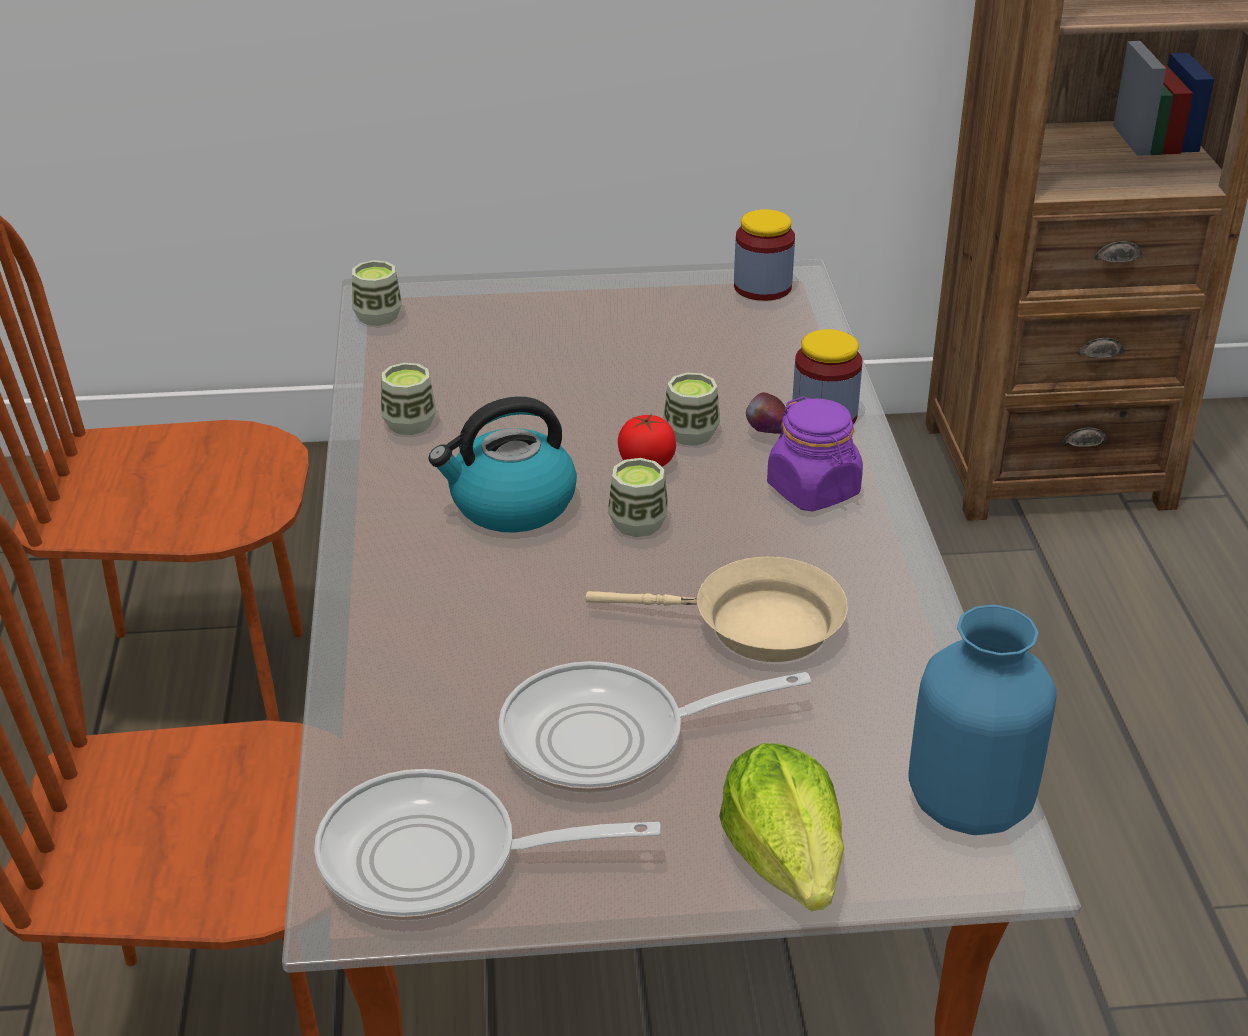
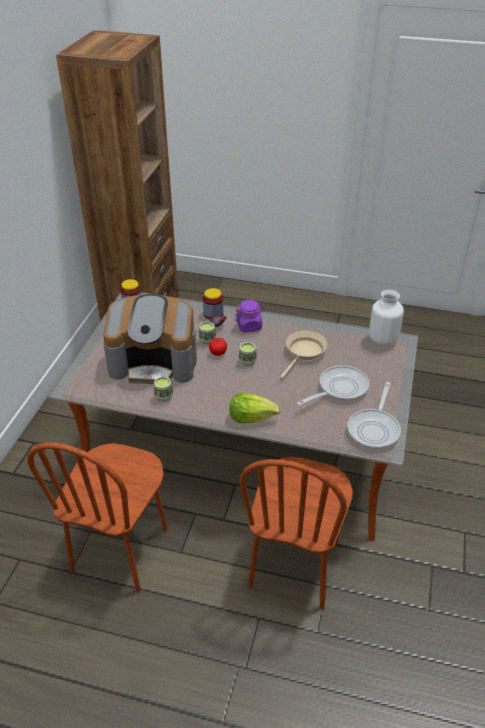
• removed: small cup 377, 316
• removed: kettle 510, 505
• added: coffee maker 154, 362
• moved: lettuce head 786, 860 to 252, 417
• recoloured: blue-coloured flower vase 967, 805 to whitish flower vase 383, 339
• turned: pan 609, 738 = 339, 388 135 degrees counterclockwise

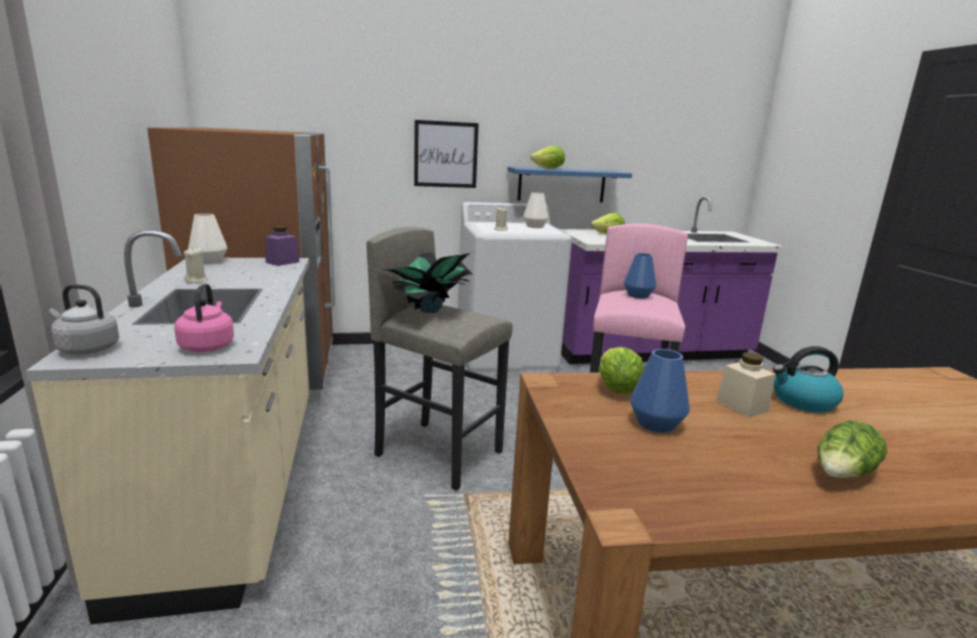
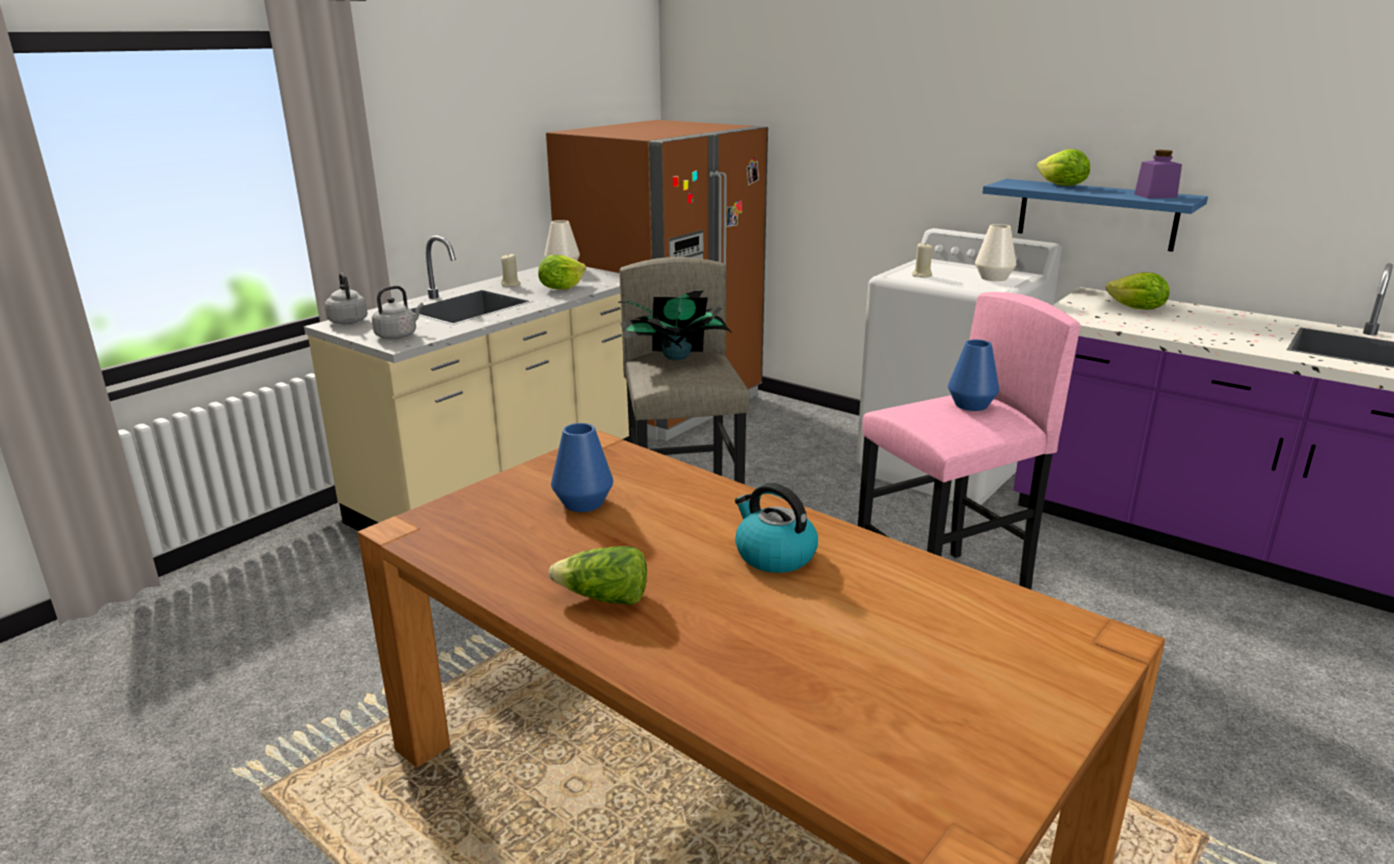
• removed: wall picture 445, 154
• removed: beige storage jar 742, 406
• moved: purple storage jar 282, 262 to 1155, 196
• moved: lettuce head 616, 389 to 561, 288
• recoloured: pink-coloured kettle 208, 346 to greyish kettle 398, 335

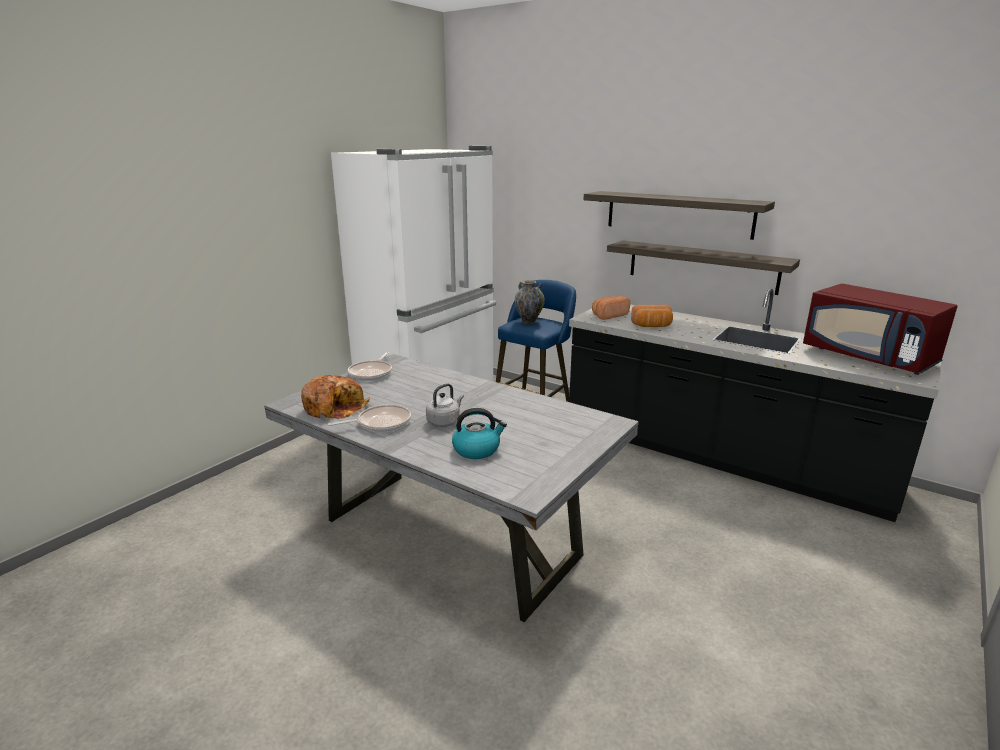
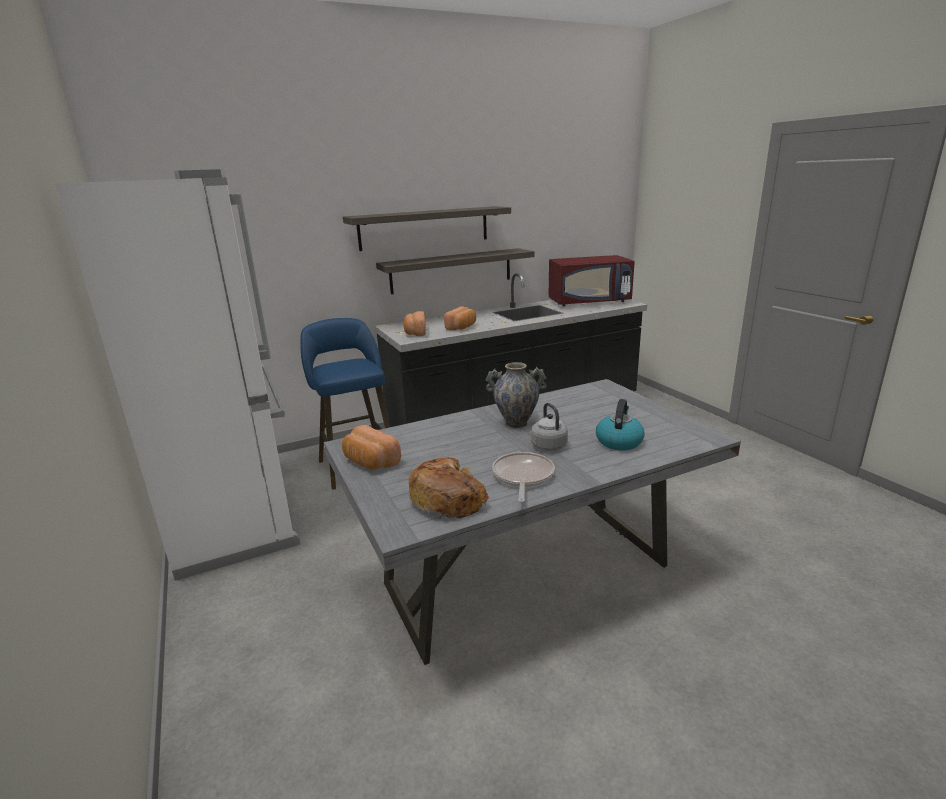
• moved: flower vase 529, 321 to 516, 423
• replaced: pan 372, 373 to bread 370, 462

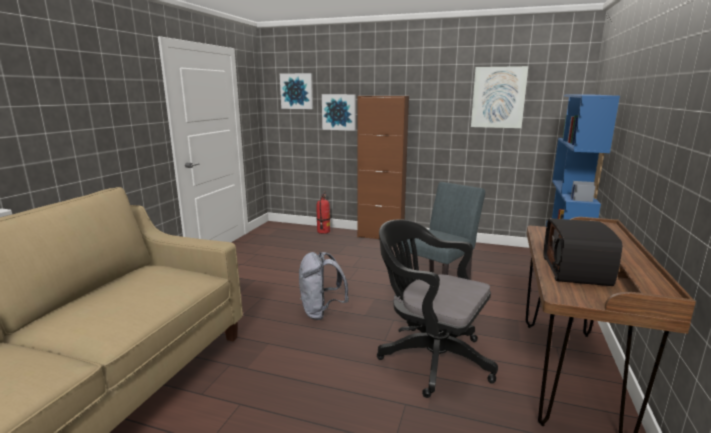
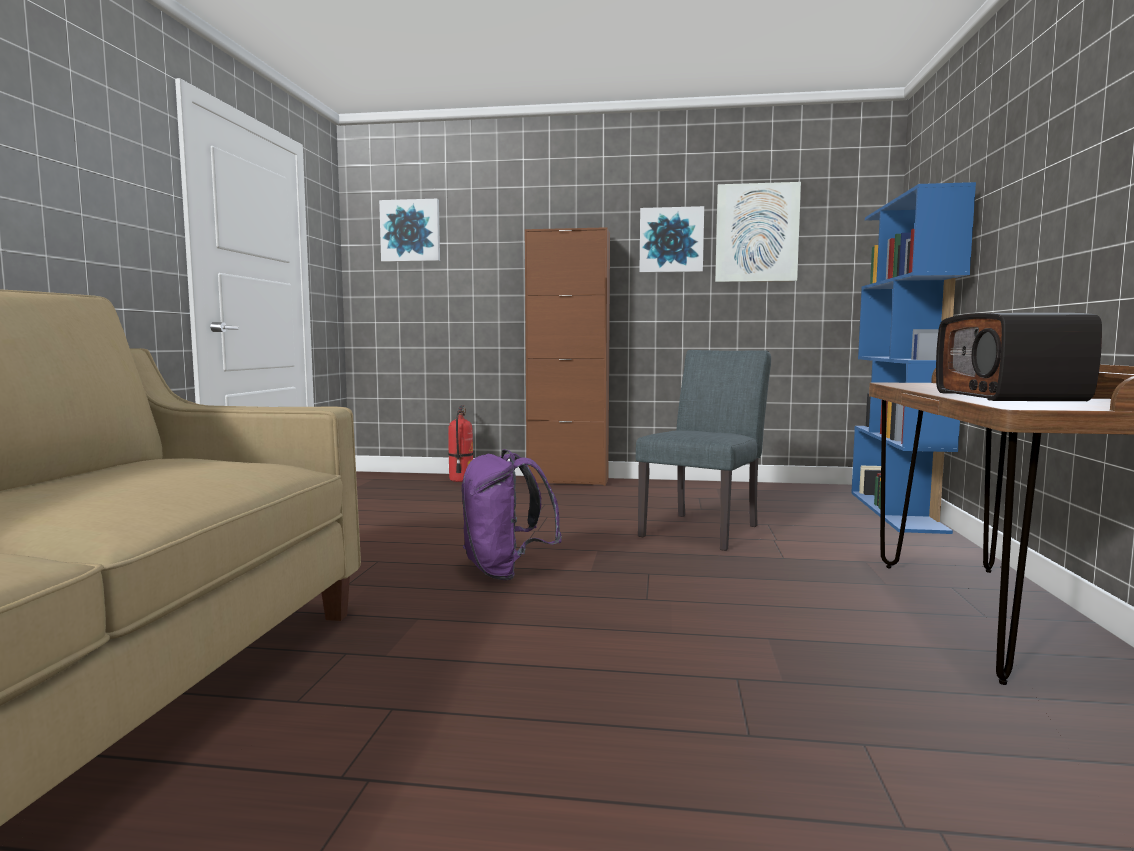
• removed: black-coloured desk chair 430, 357
• moved: wall picture 339, 112 to 671, 240
• recoloured: greyish knapsack 321, 312 to purple knapsack 505, 572

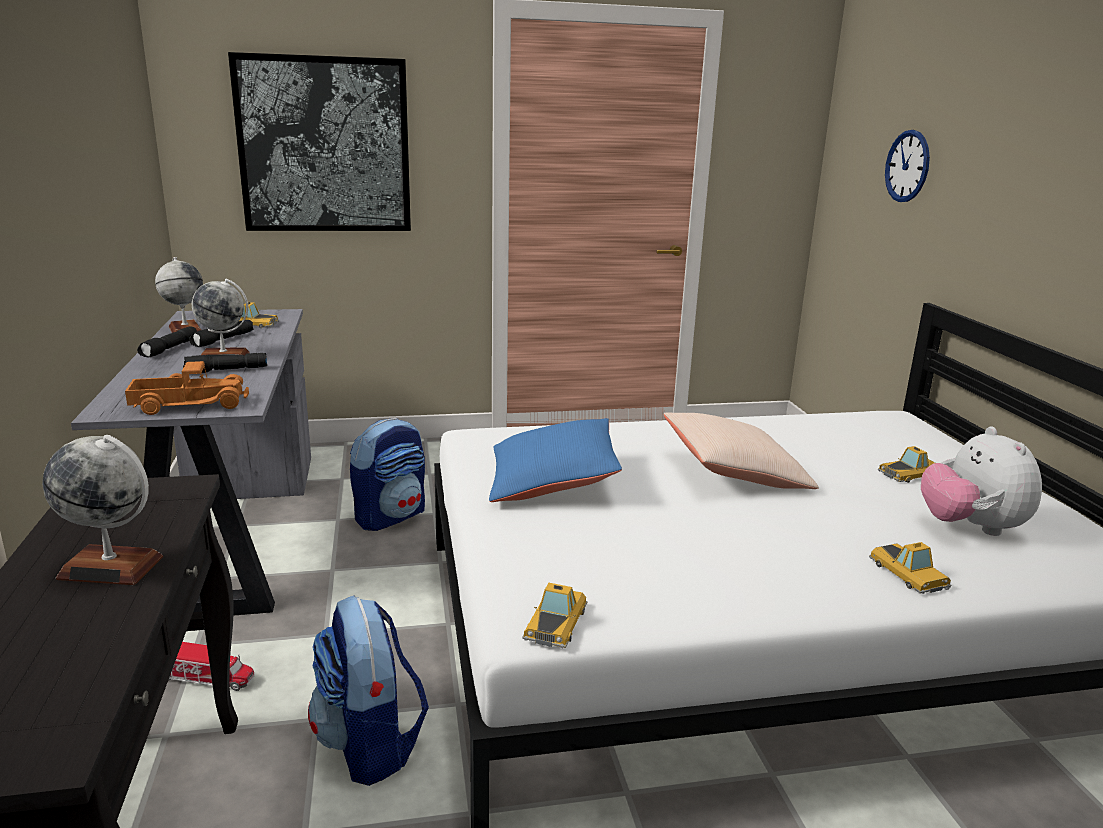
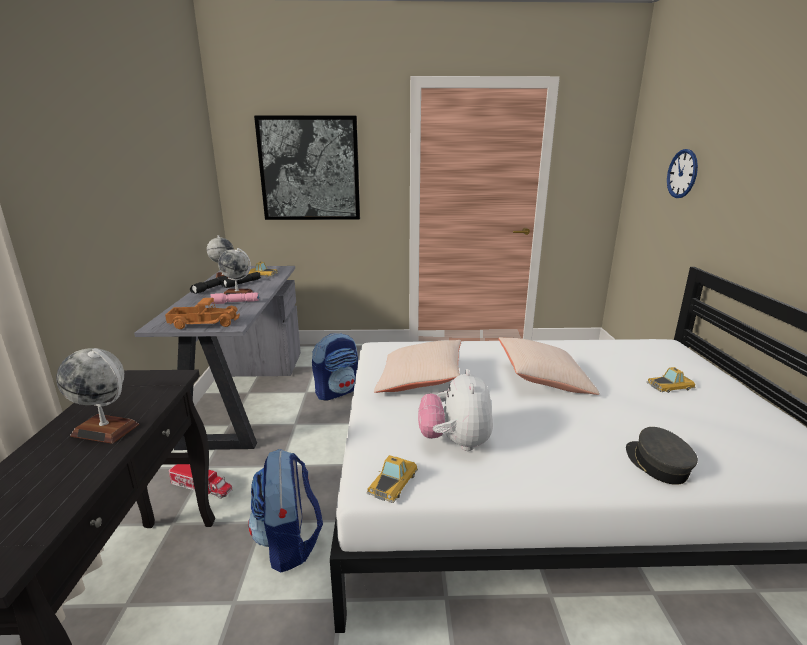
• moved: plush toy 971, 527 to 455, 442
• replaced: toy car 908, 574 to greyish baseball cap 656, 464
• recoloured: black-coloured hand torch 225, 371 to pink-coloured hand torch 234, 302
• recoloured: blue-coloured pillow 552, 481 to beige pillow 419, 380

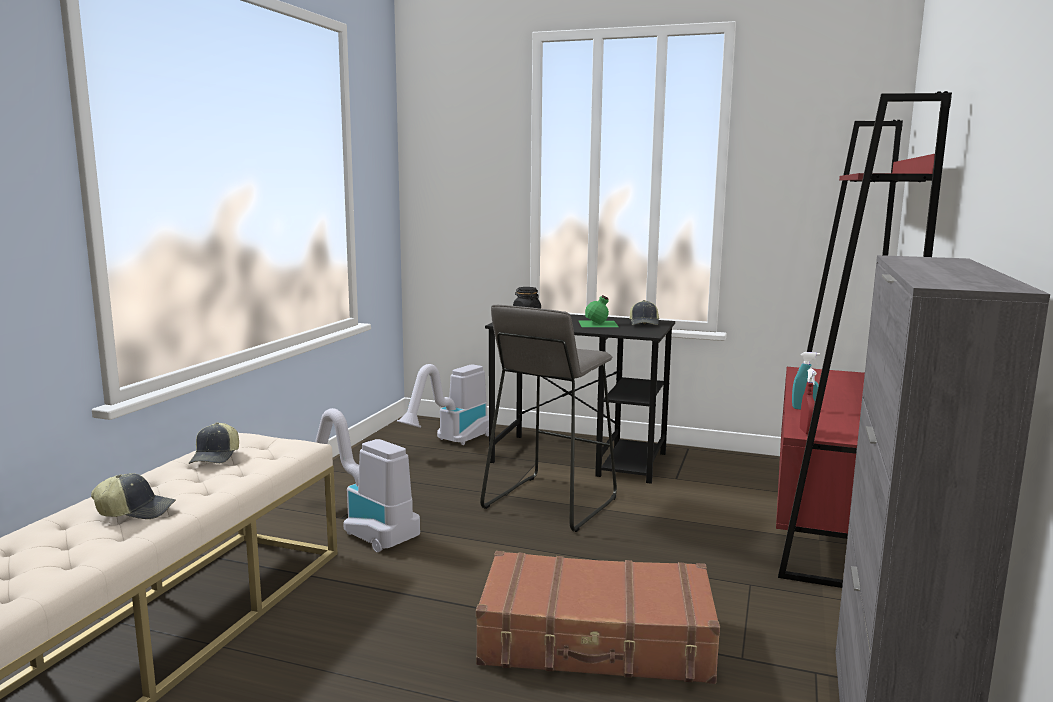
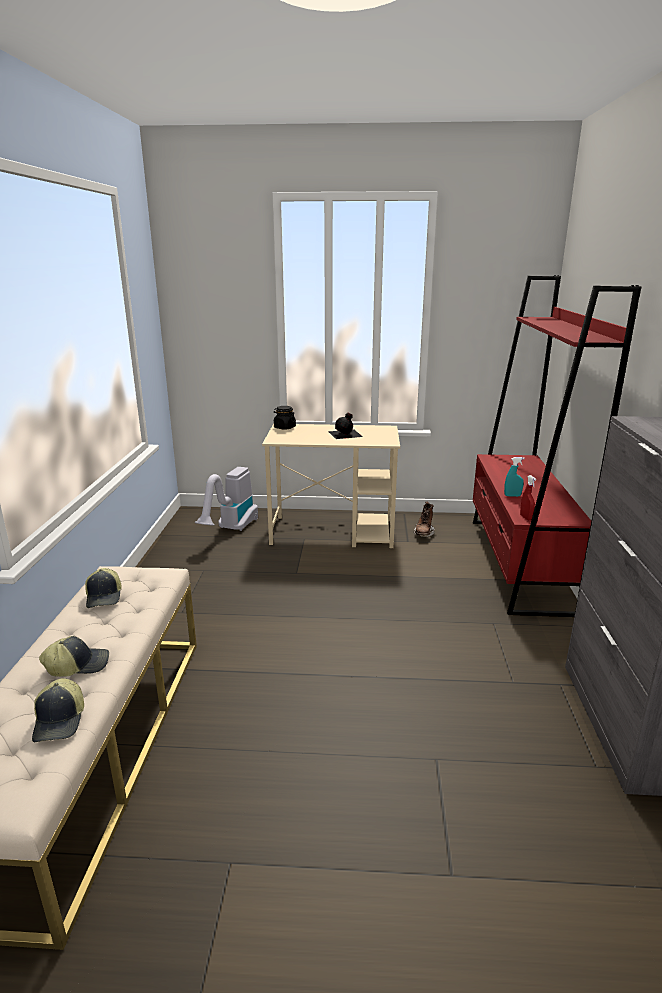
• removed: hoover 363, 528
• removed: brown-coloured piece of luggage 596, 640
• removed: greyish stool seat 549, 503
• added: brown-coloured tall boot 423, 533
• moved: baseball cap 644, 323 to 61, 720
• recoloured: black-coloured desk table 580, 458 to beige desk table 334, 532
• recoloured: greenish bottle 598, 324 to black-coloured bottle 345, 434

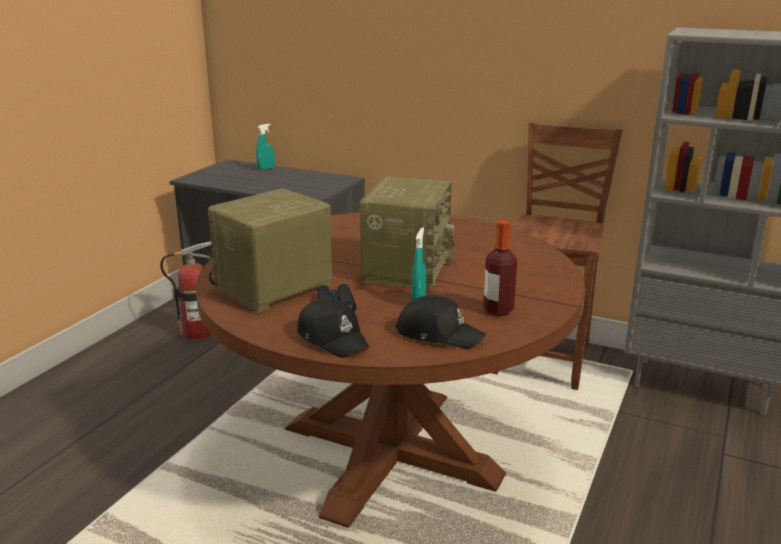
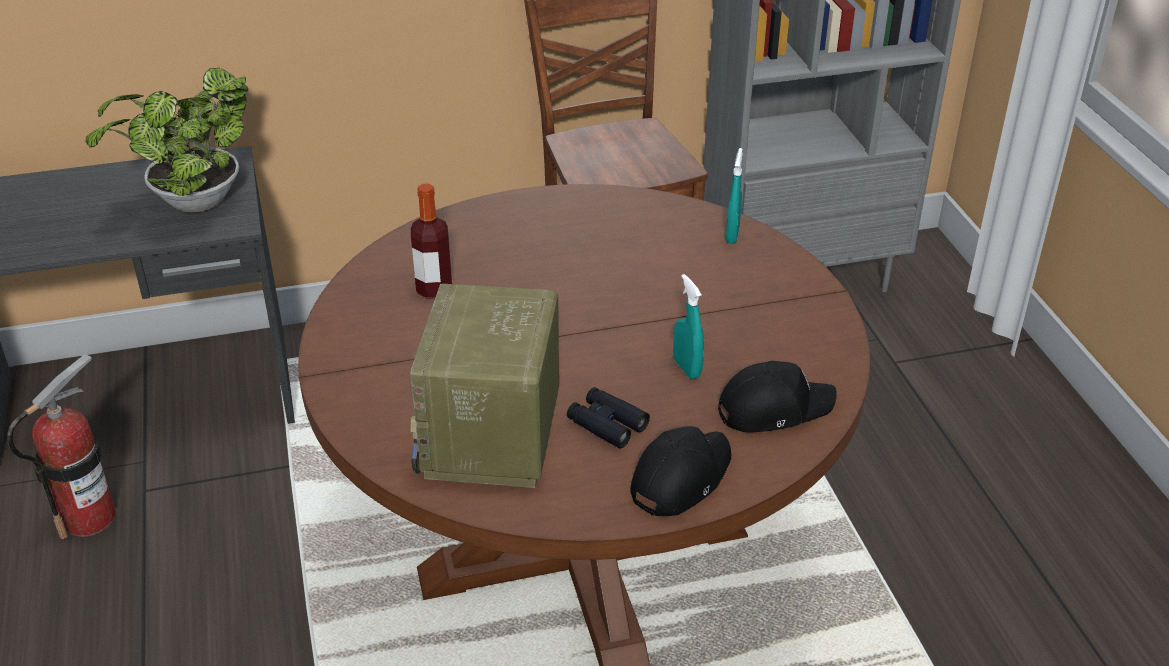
• removed: radio set 406, 268
• added: plant in a pot 192, 204
• moved: turquoise-coloured spray bottle 266, 168 to 732, 235
• moved: bottle 498, 310 to 434, 289
• turned: black-coloured baseball cap 333, 338 = 680, 478 60 degrees counterclockwise

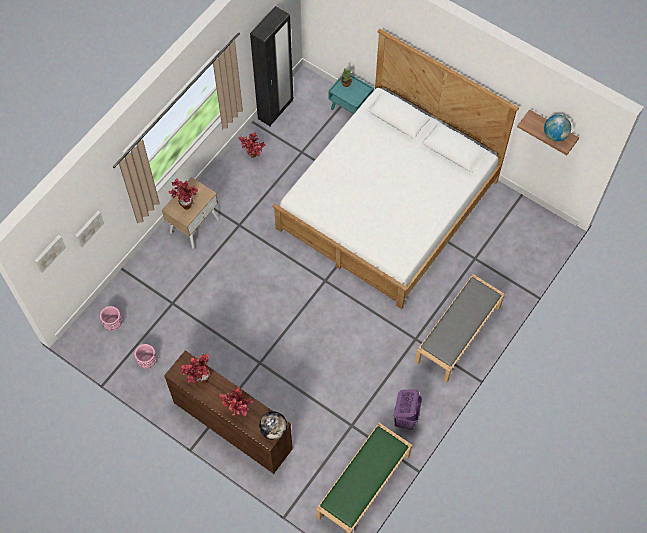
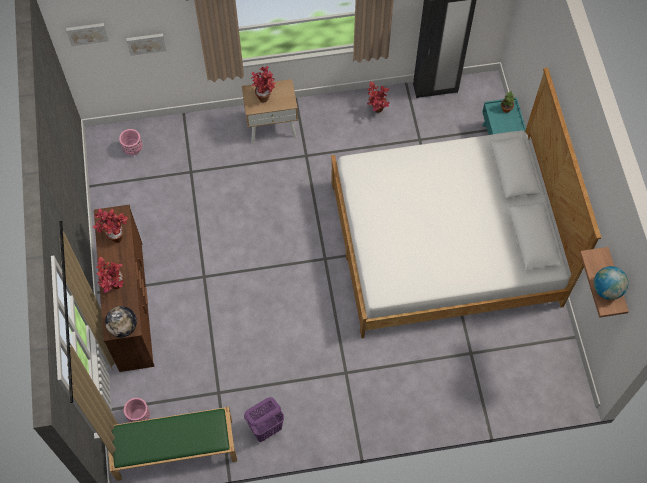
• removed: greyish bench 458, 335
• moved: pink-coloured planter 147, 361 to 139, 416

